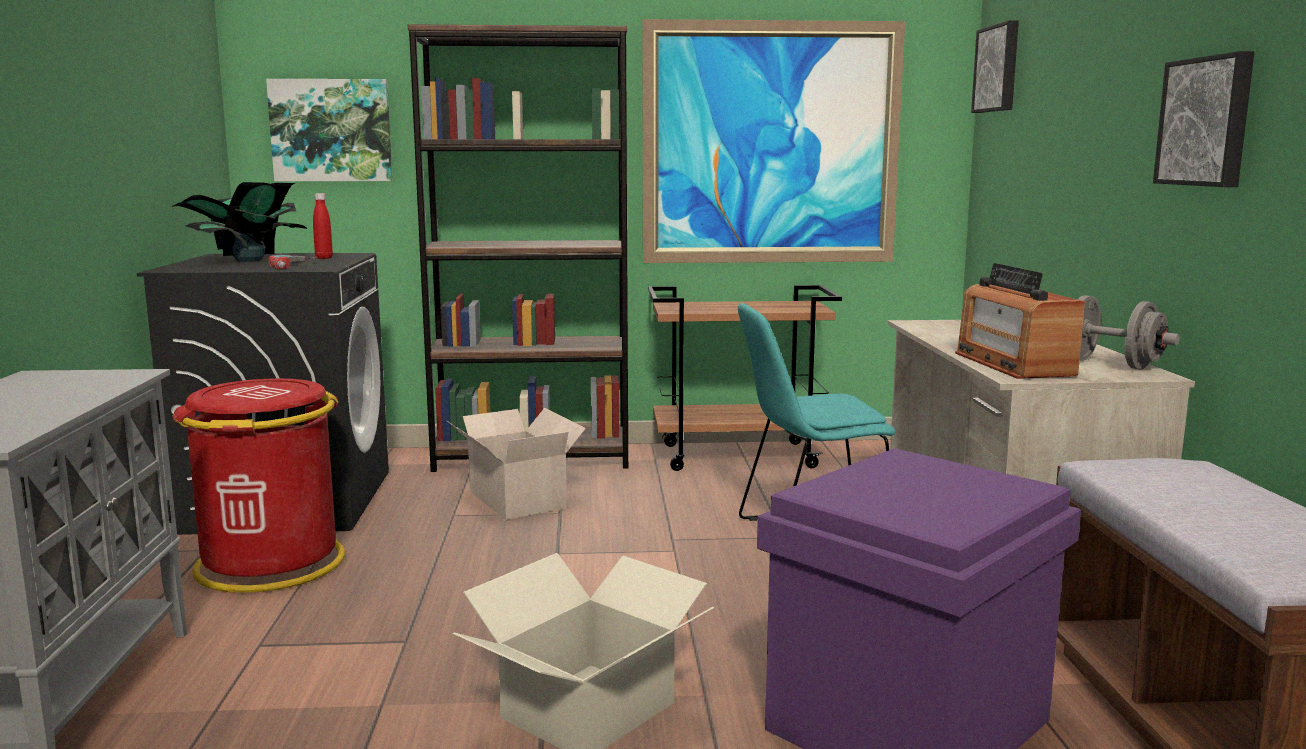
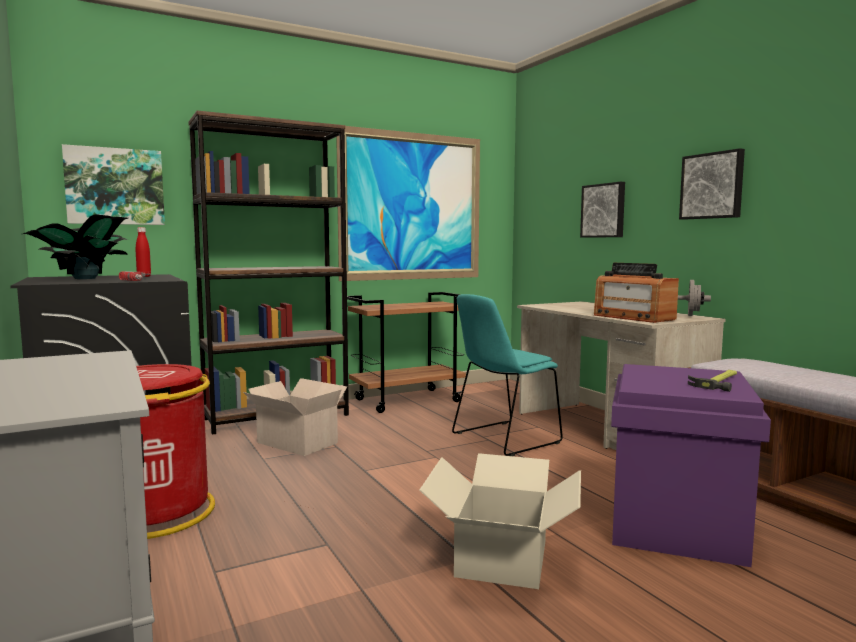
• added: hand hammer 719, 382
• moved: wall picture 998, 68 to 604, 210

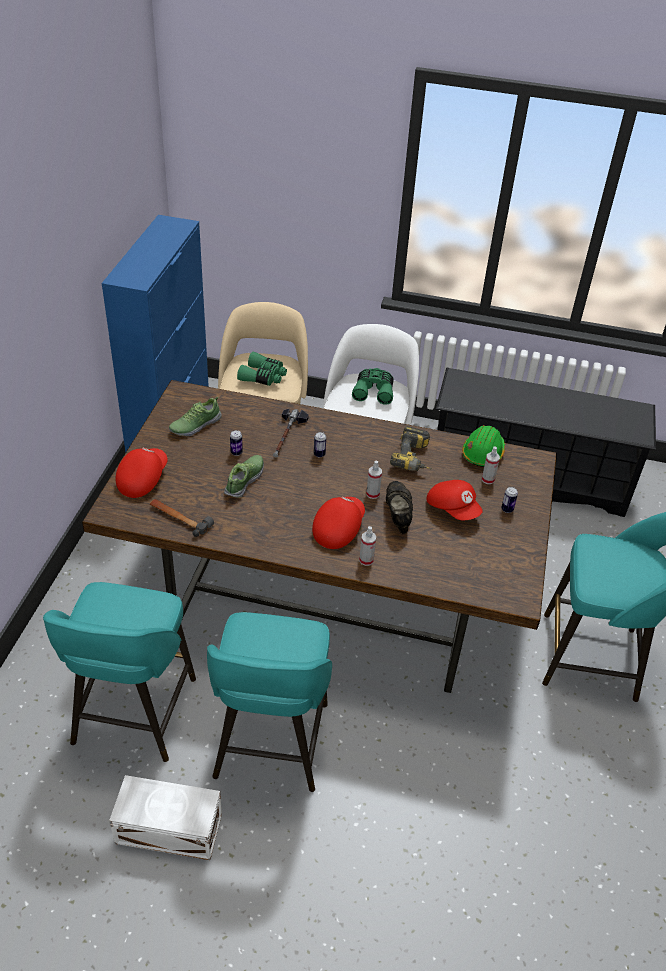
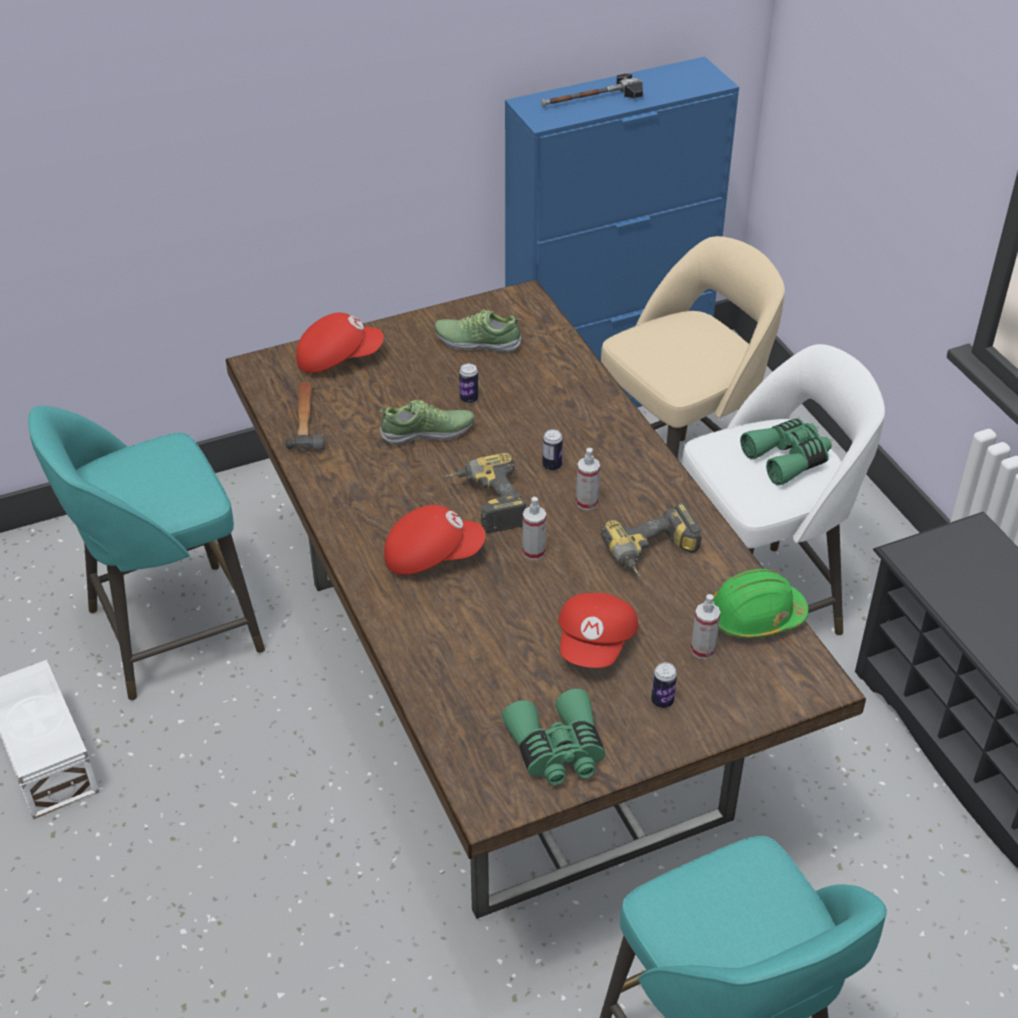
• removed: turquoise-coloured stool seat 270, 744
• removed: black-coloured item of footwear 398, 515
• added: drill 486, 503
• moved: greenish binoculars 263, 376 to 557, 750
• moved: hand hammer 287, 436 to 592, 99
• moved: spray bottle 366, 560 to 587, 502

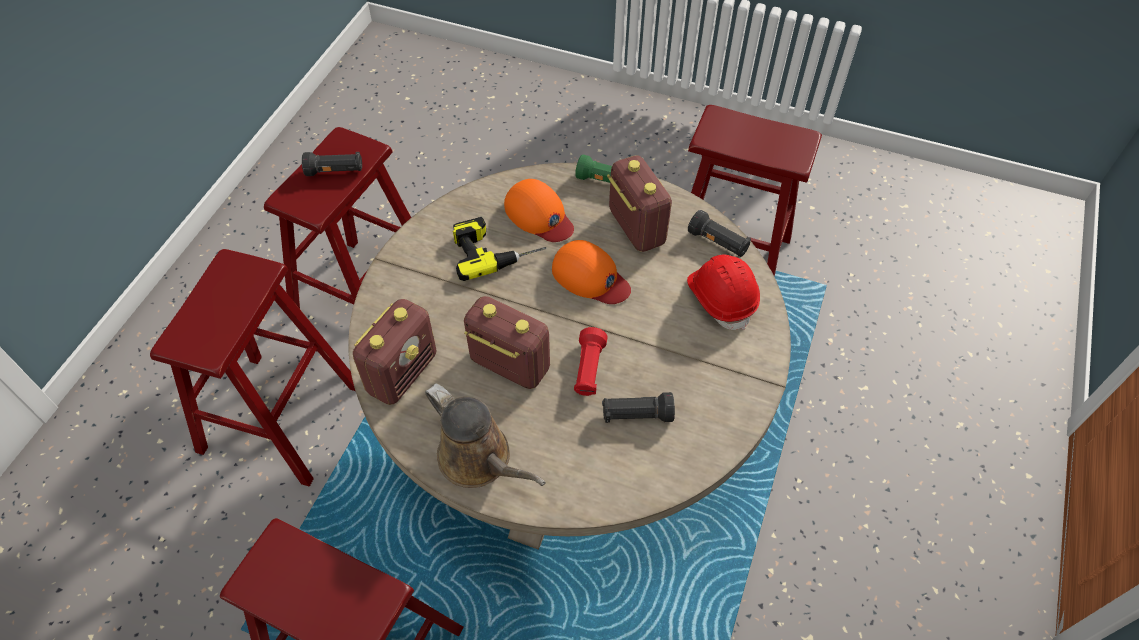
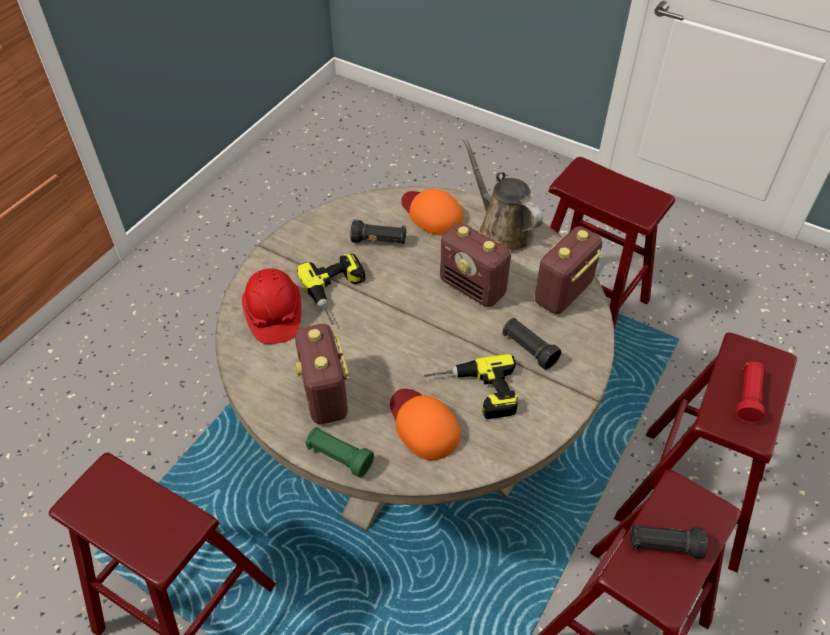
• added: drill 338, 293
• moved: orange baseball cap 590, 277 to 431, 213
• moved: red-coloured hand torch 588, 370 to 748, 397
• moved: black-coloured hand torch 718, 243 to 529, 349

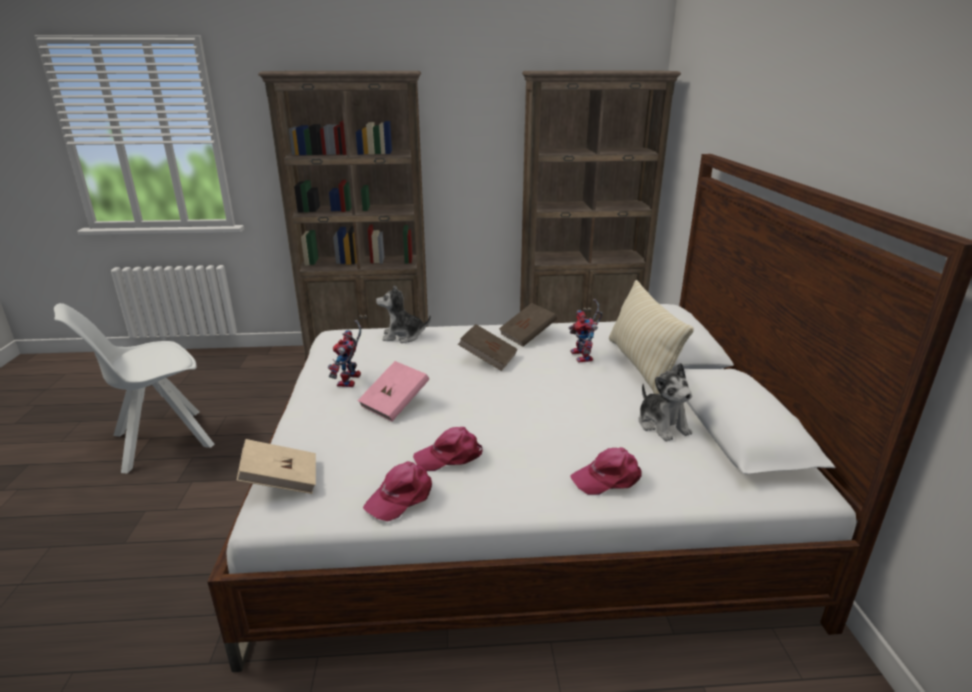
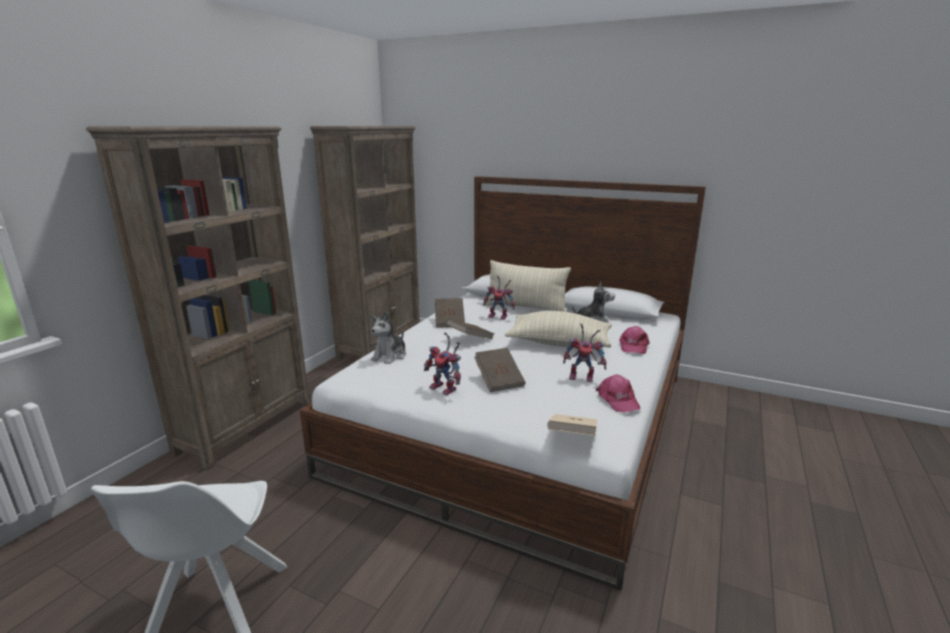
• added: beige pillow 559, 343
• replaced: pink-coloured baseball cap 450, 456 to model robot 583, 377
• recoloured: pink-coloured book 395, 404 to brown-coloured book 499, 380

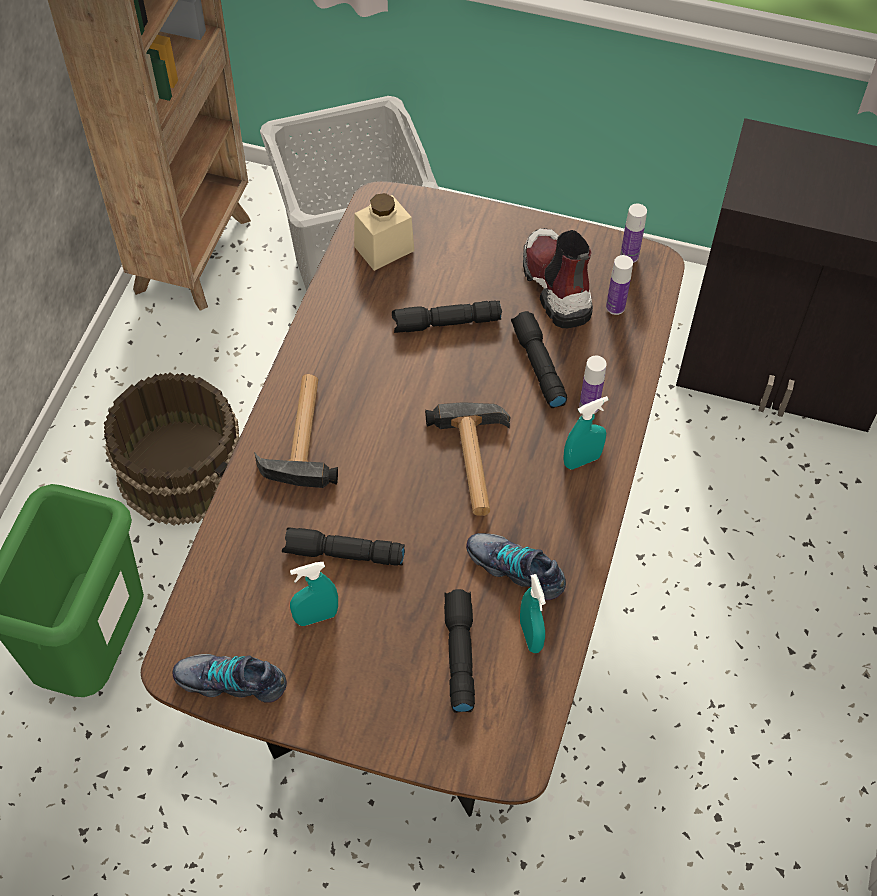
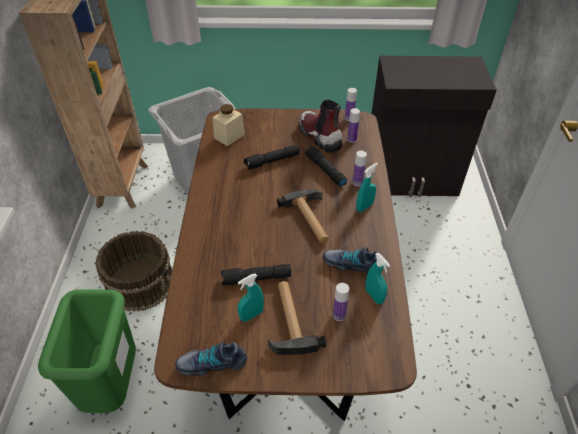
• moved: hand hammer 302, 434 to 289, 320
• replaced: black-coloured hand torch 458, 654 to bottle 339, 315

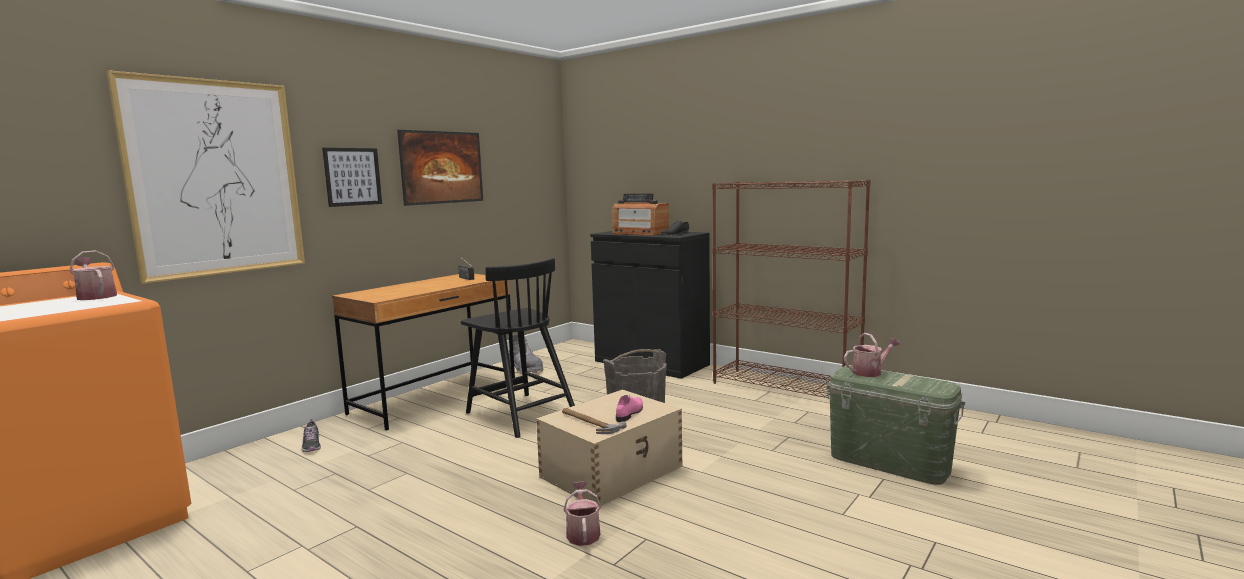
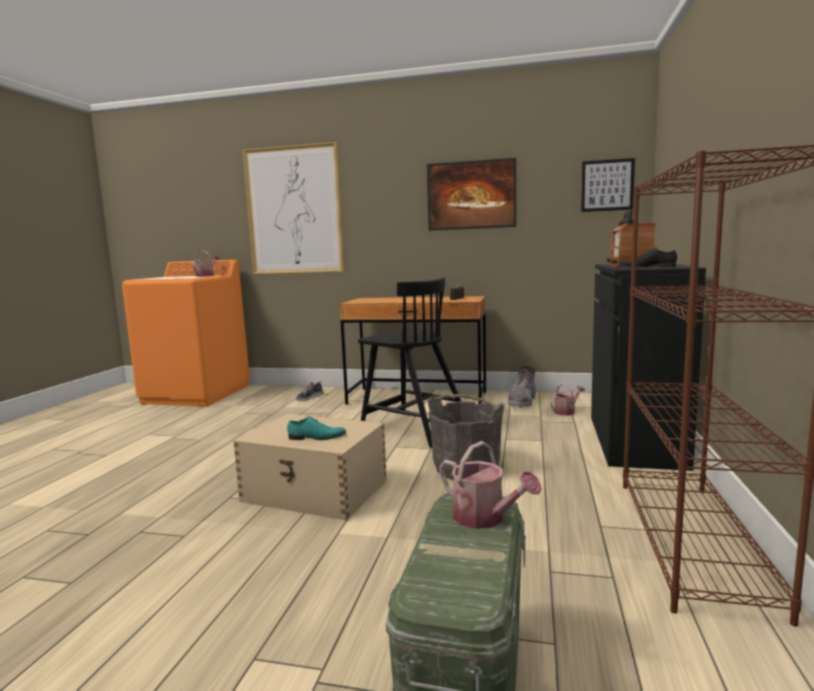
• removed: hand hammer 589, 422
• moved: wall picture 352, 176 to 607, 185
• moved: watering pot 583, 533 to 566, 411
• recoloured: pink-coloured item of footwear 630, 412 to turquoise-coloured item of footwear 317, 437
• turned: black-coloured chair 520, 414 = 413, 428 75 degrees counterclockwise

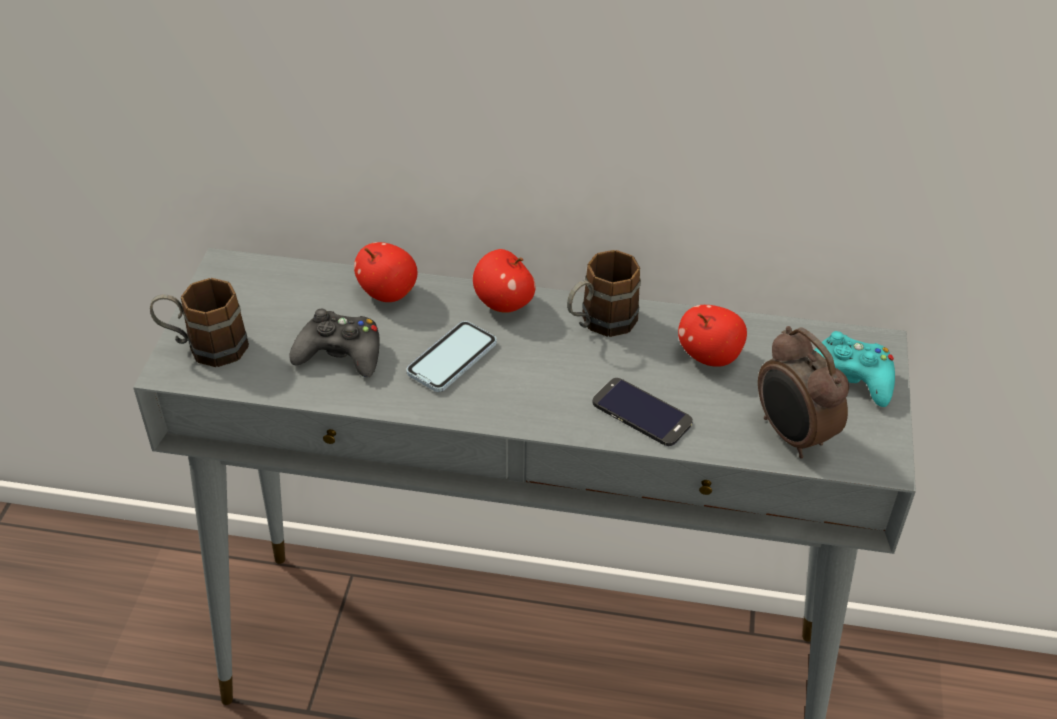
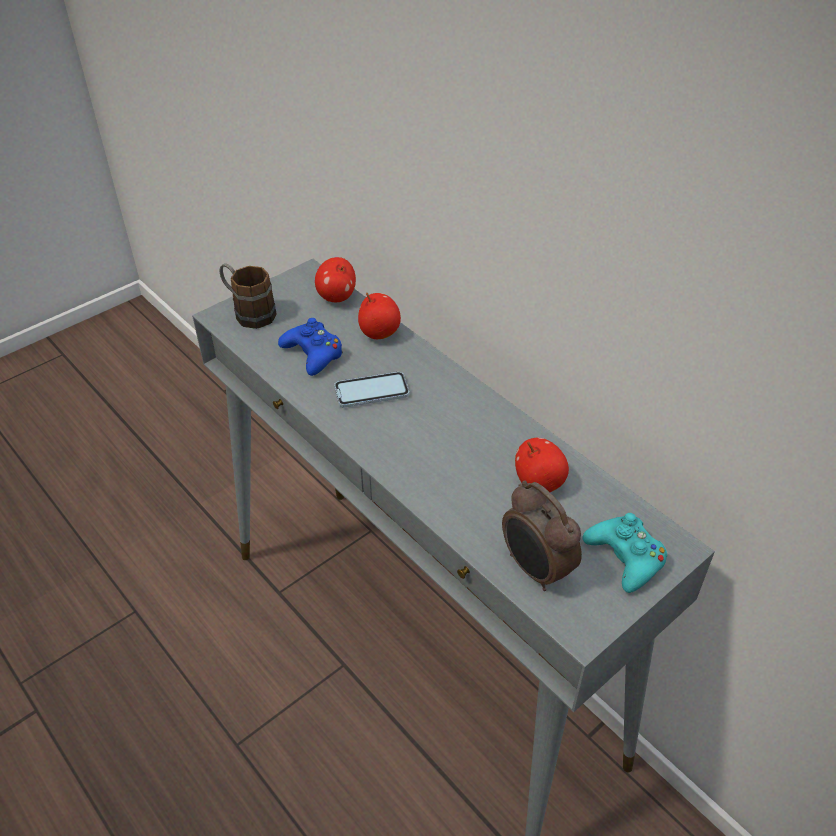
• removed: brown-coloured mug 599, 323
• removed: phone 641, 412
• moved: whole apple 504, 303 to 336, 297
• recoloured: black-coloured gamepad 340, 353 to blue-coloured gamepad 313, 354
• turned: bedside clock 791, 435 = 535, 569 45 degrees counterclockwise

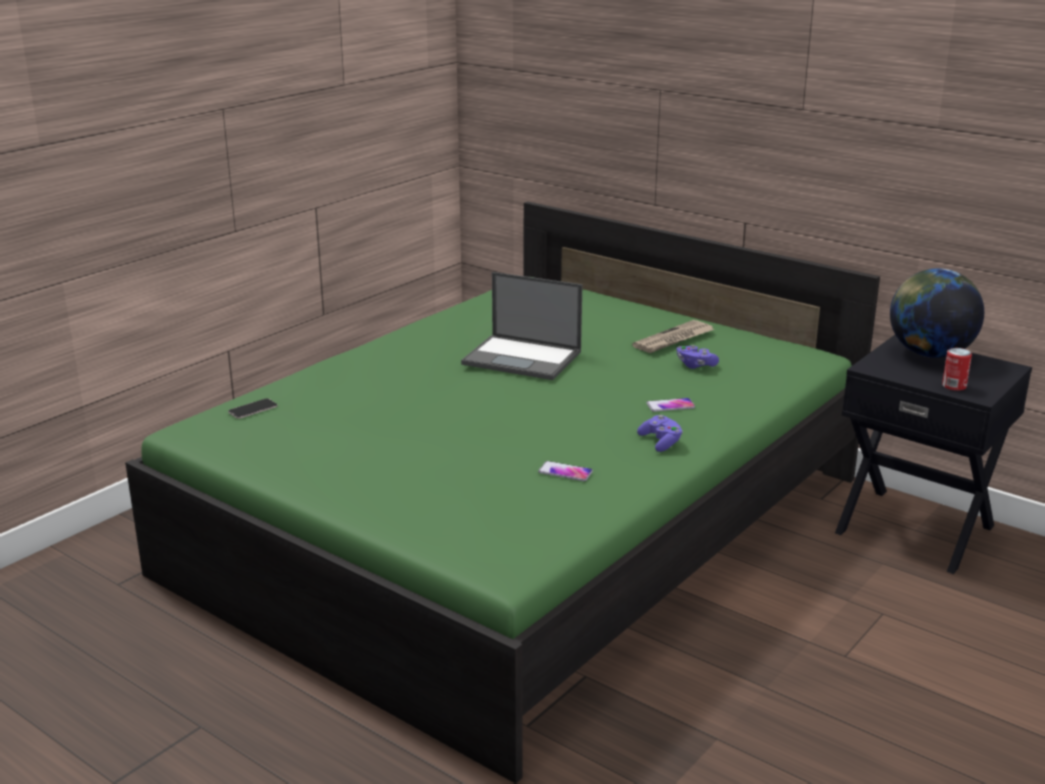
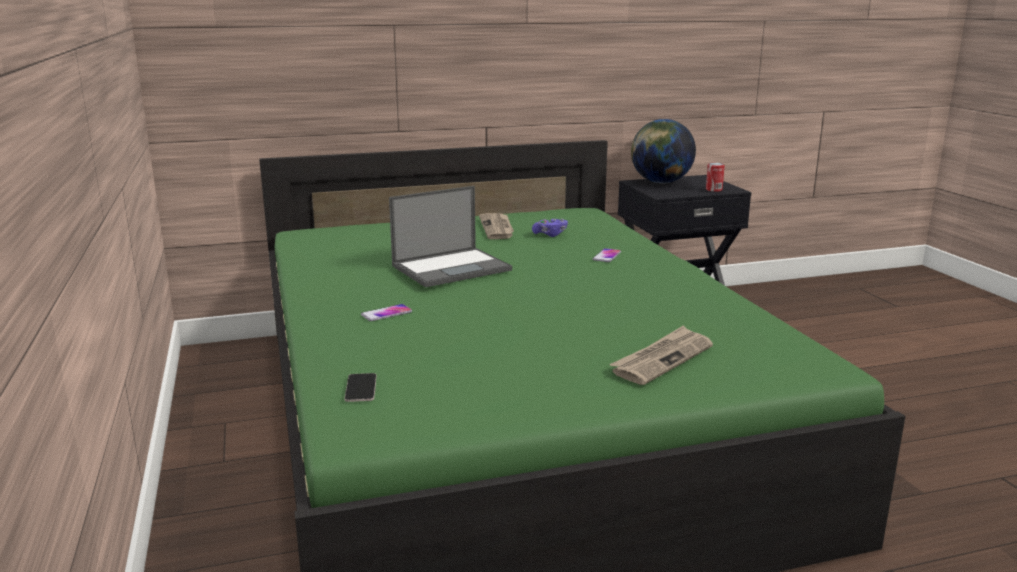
• removed: purple gamepad 661, 442
• added: printed paper 662, 358
• moved: phone 565, 472 to 386, 313

